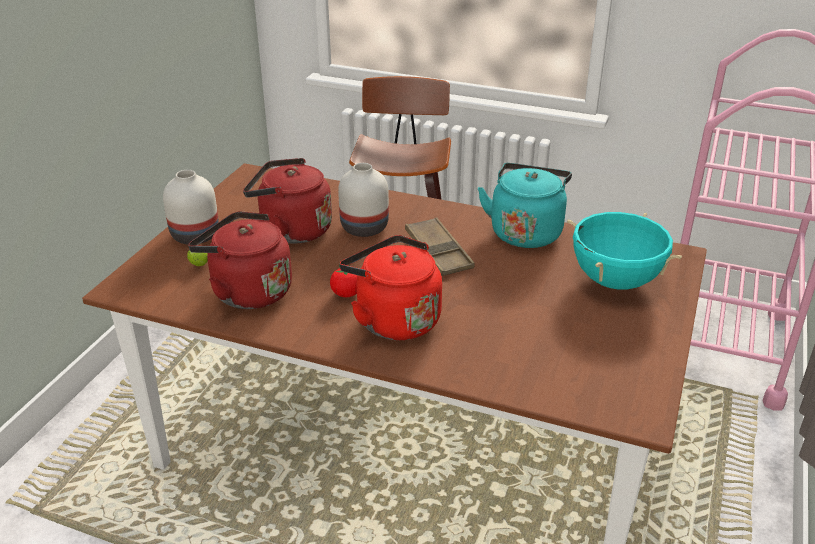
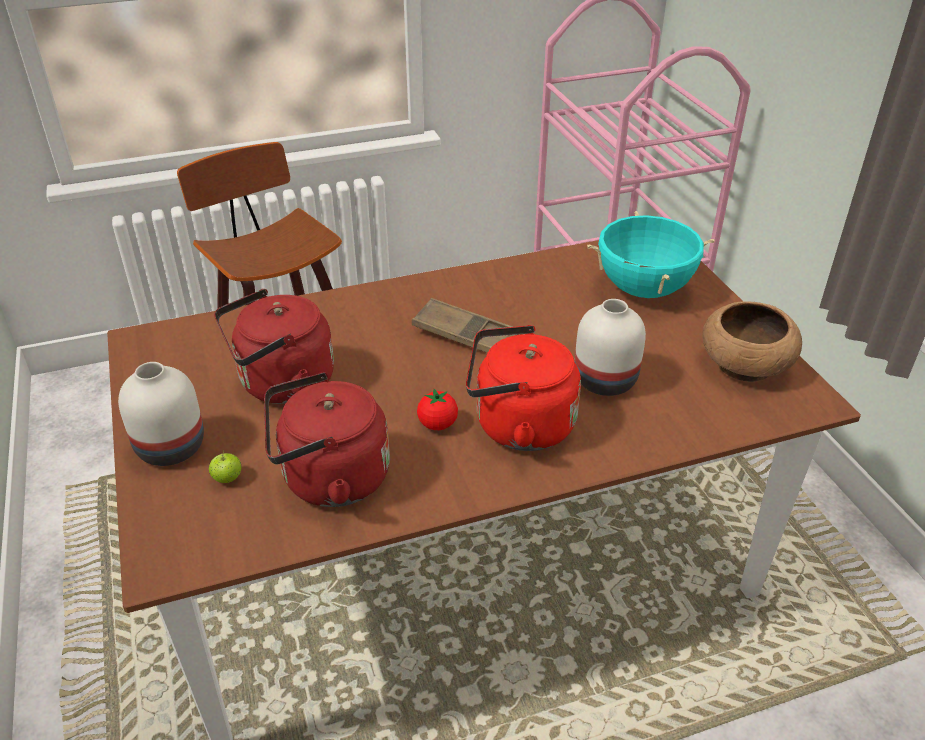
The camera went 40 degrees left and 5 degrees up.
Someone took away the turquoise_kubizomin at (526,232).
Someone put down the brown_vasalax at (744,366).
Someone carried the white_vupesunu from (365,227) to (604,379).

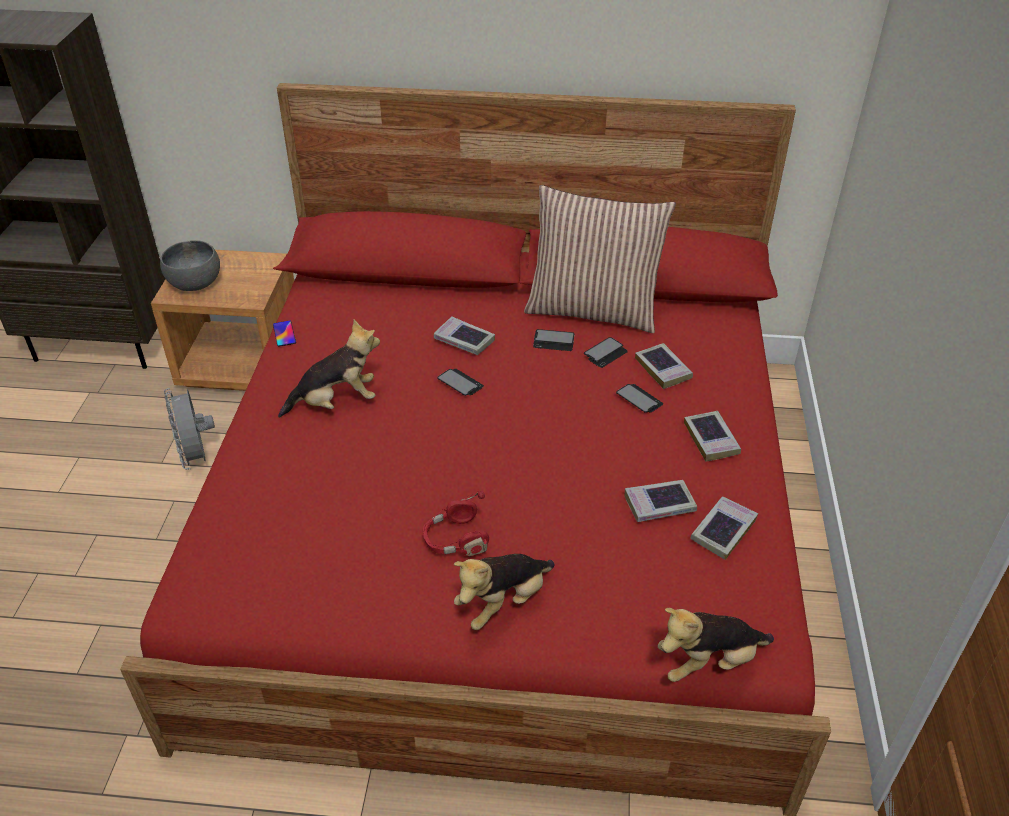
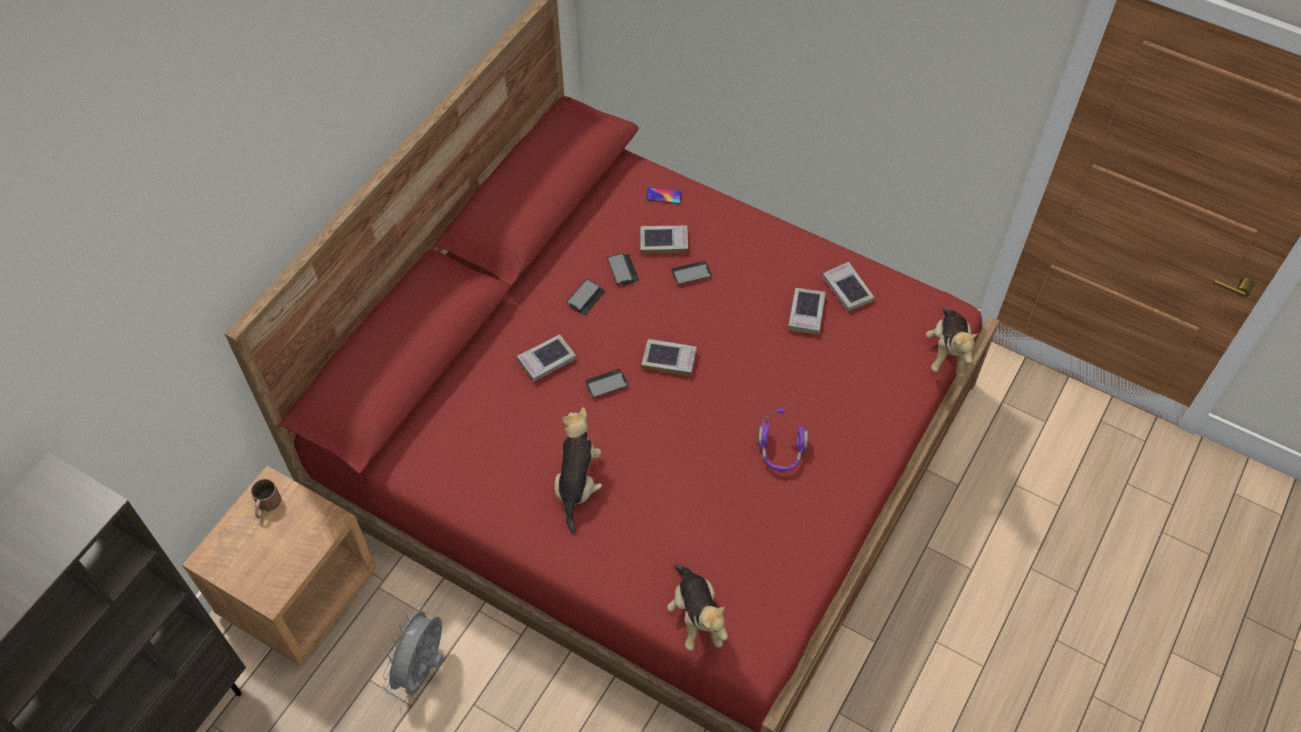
The camera went 65 degrees left and 15 degrees up.
Someone took away the grey_vasalax at (195,282).
Someone took away the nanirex at (593,310).
Someone put down the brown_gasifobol at (266,506).
Someone carried the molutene from (284,334) to (664,196).
Someone carried the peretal from (503,602) to (696,617).
Someone carried the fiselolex from (711,439) to (669,359).
Someone repainted the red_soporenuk at (455,540), which became the purple_soporenuk at (781,452).
Someone rotated the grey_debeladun at (197,457) by 105 degrees clockwise.

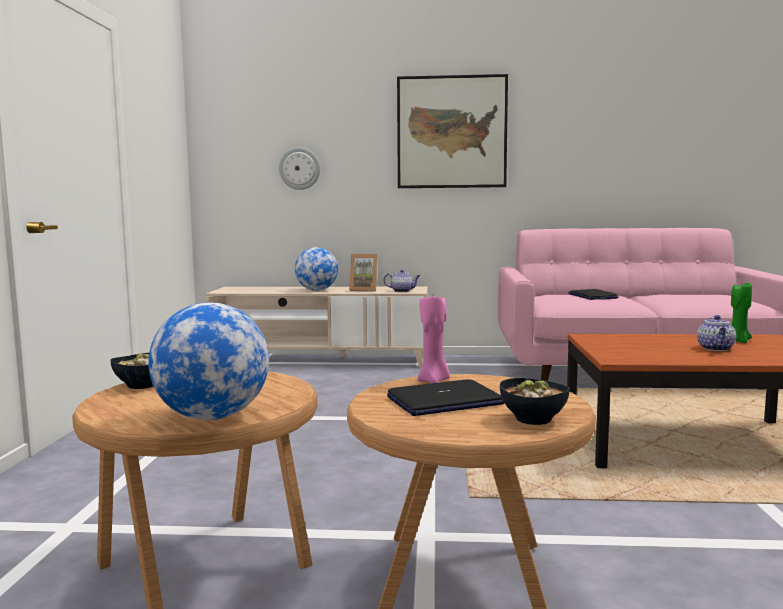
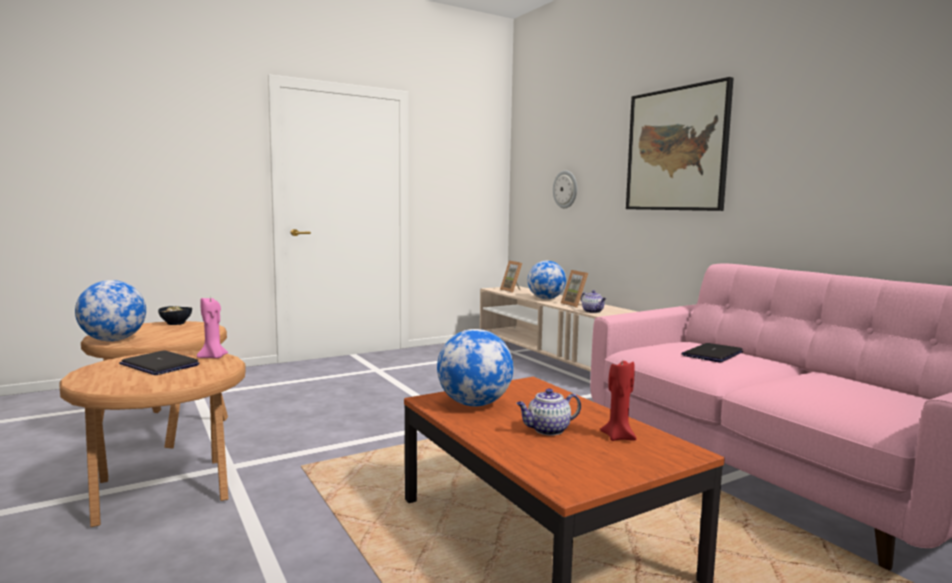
The camera went 55 degrees right and 0 degrees up.
Someone took away the vasalax at (533,419).
Someone put down the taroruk at (474,404).
Someone put down the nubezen at (513,290).
Someone repainted the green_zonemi at (737,341), which became the red_zonemi at (618,437).

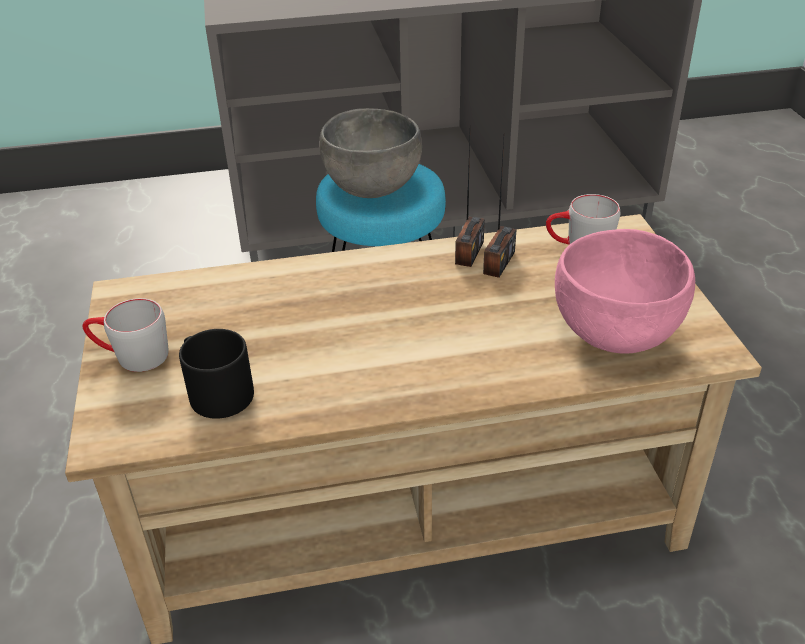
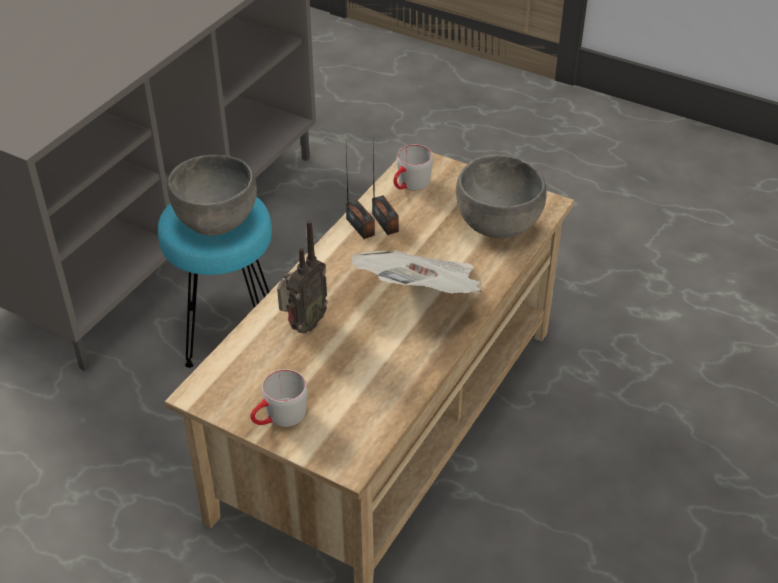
The camera went 50 degrees left and 5 degrees up.
Someone took away the black_gasifobol at (214,391).
Someone put down the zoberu at (303,326).
Someone put down the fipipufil at (422,297).
Someone repainted the pink_vasalax at (614,335), which became the grey_vasalax at (496,226).

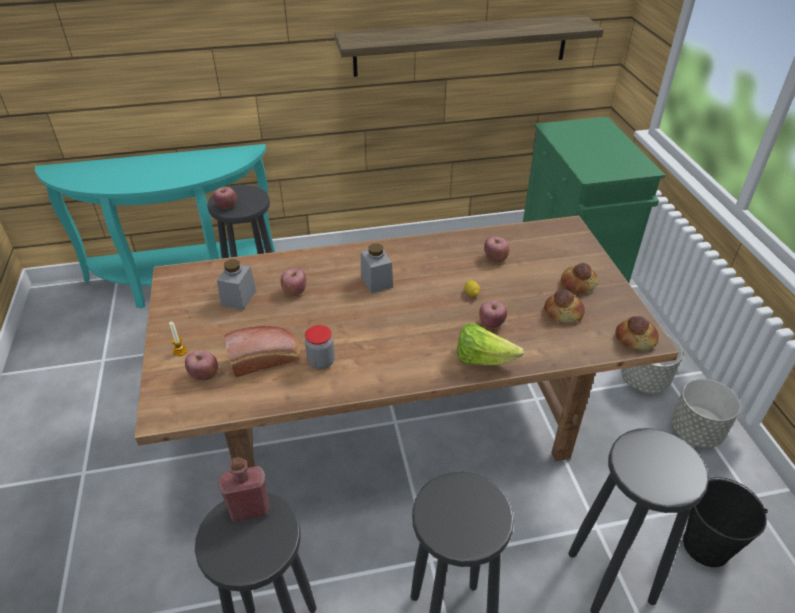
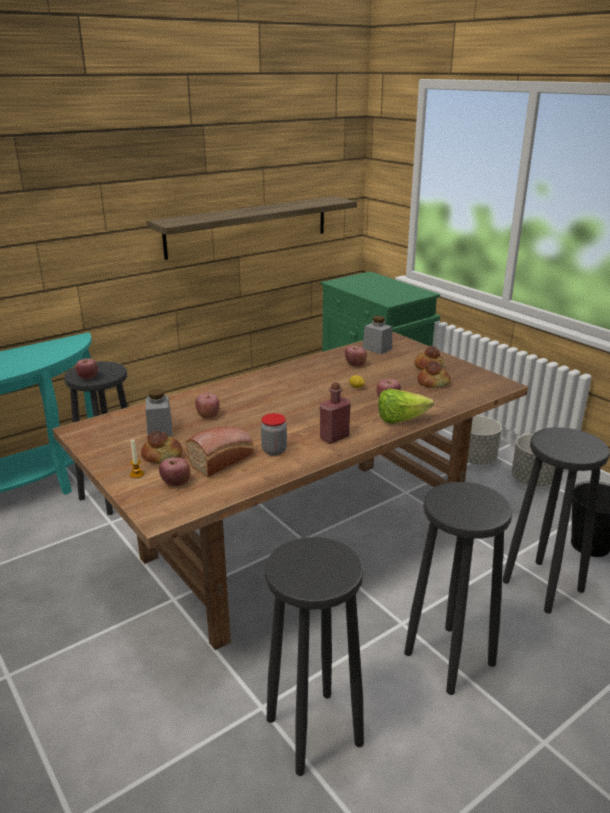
The camera went 25 degrees left and 15 degrees down.
Someone carried the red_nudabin from (250,509) to (334,437).
Someone carried the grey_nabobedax from (376,281) to (377,349).
Someone carried the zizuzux from (635,338) to (162,455).

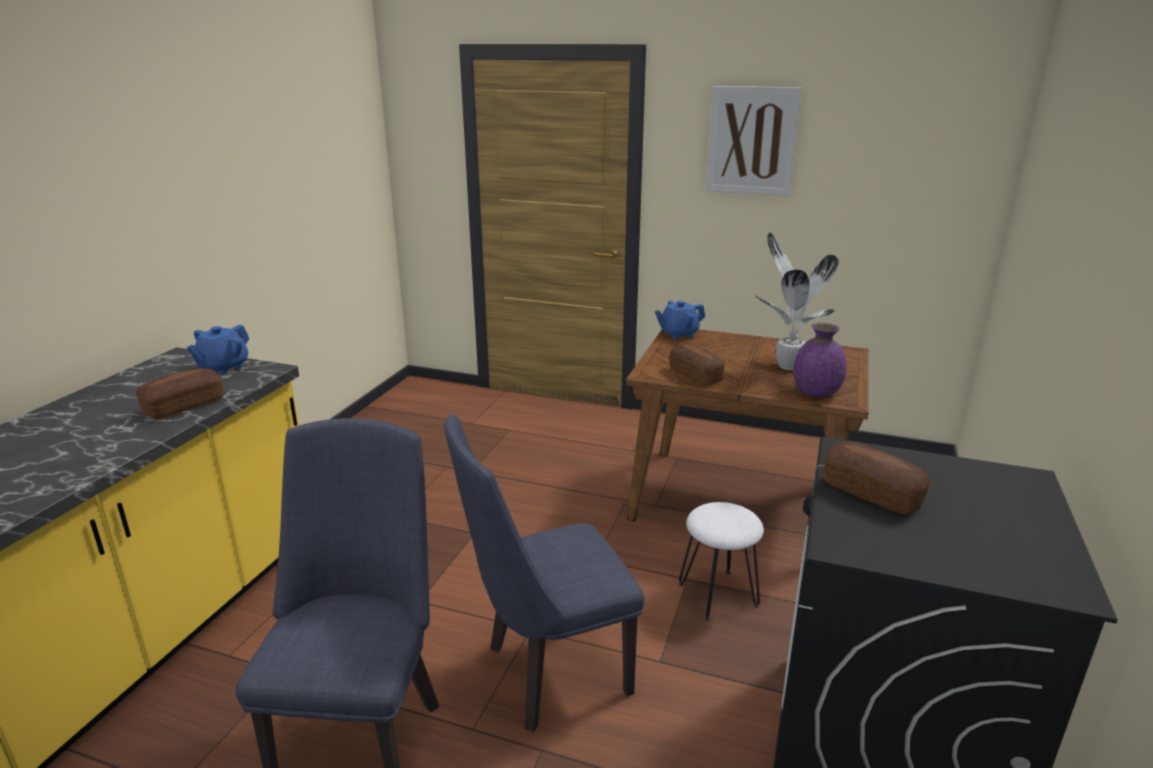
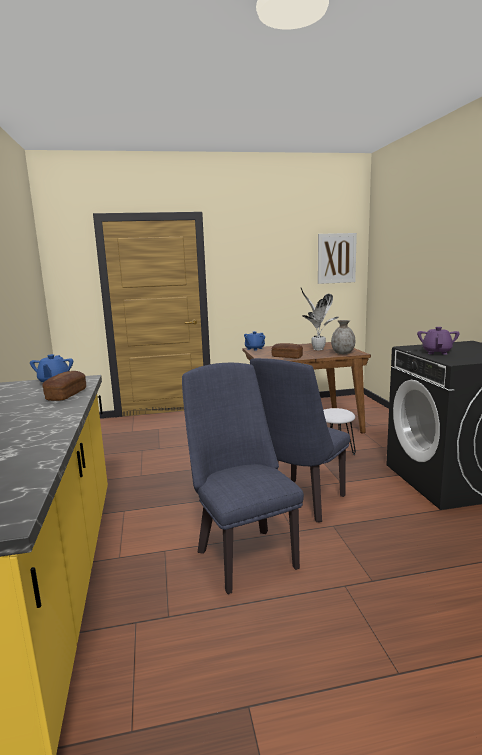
The camera went 30 degrees left and 10 degrees down.
Someone carried the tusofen from (752,141) to (336,258).
Someone swapped the zizuzux at (871,493) for the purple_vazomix at (436,352).
Someone repainted the purple_vupesunu at (816,393), which became the grey_vupesunu at (343,353).

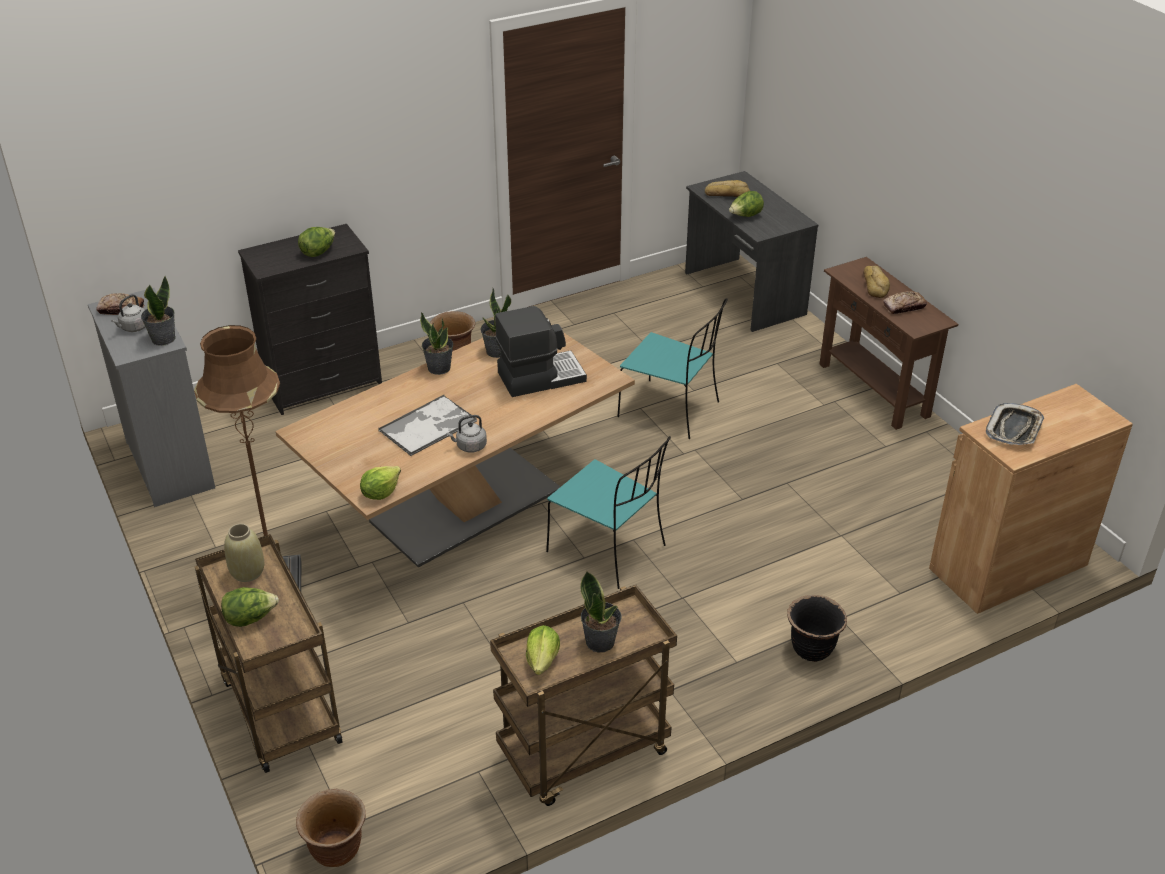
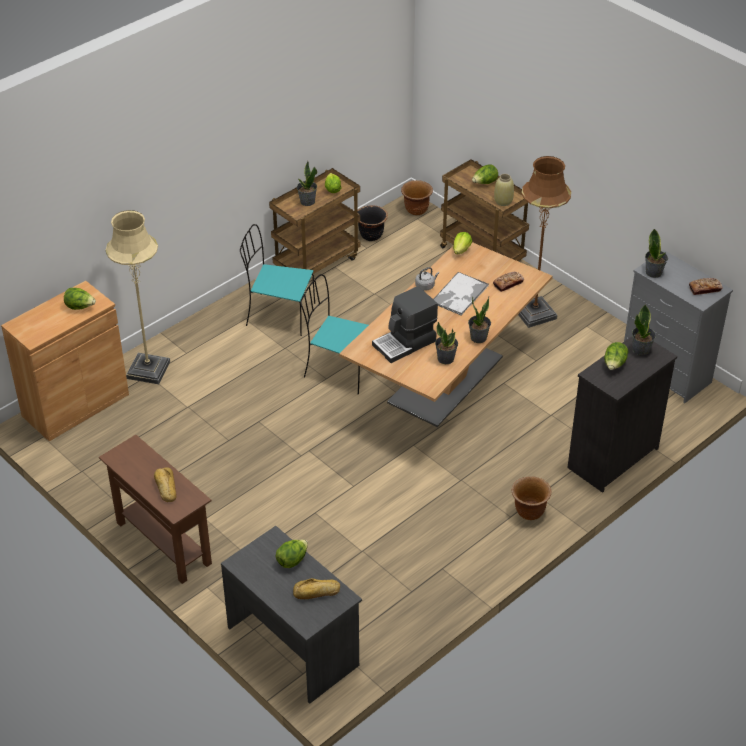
The camera went 165 degrees right and 5 degrees up.
Someone took away the grey_kubizomin at (133,328).
Someone put down the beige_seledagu at (148,370).
Someone put down the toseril at (641,350).
Someone carried the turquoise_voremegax from (671,410) to (278,314).
Someone carried the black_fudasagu from (811,649) to (371,235).
Someone carried the zizuzux from (904,307) to (508,283).
Someone swapped the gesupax at (1014,429) for the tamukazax at (80,307).

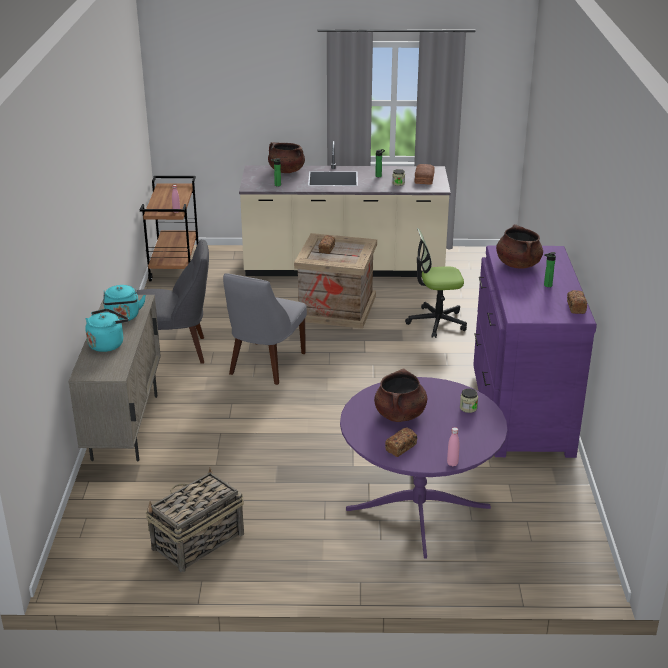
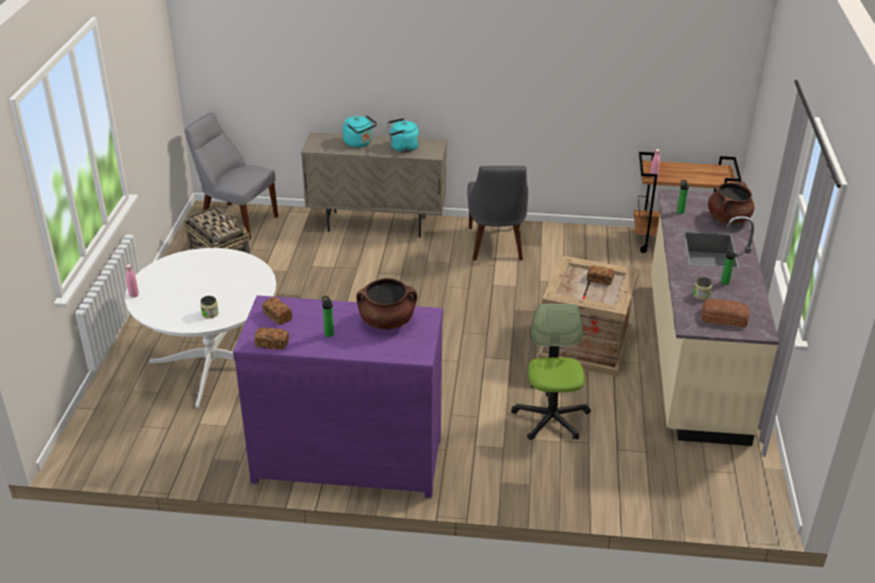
The camera went 95 degrees right and 5 degrees up.
Someone took away the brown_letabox at (400,415).
Someone carried the grey_voremegax from (265,365) to (236,220).
Someone carried the zizuzux from (401,448) to (277,316).
Someone repainted the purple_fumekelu at (418,509), which became the white_fumekelu at (212,365).

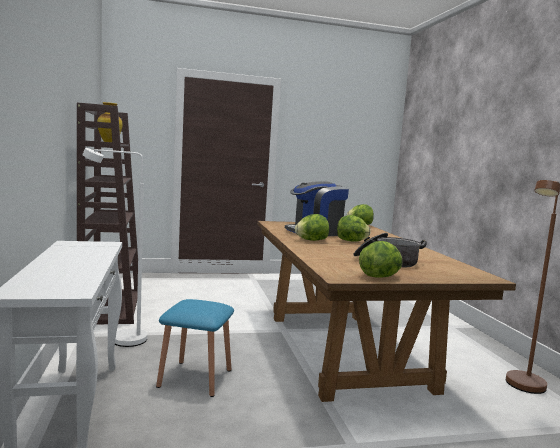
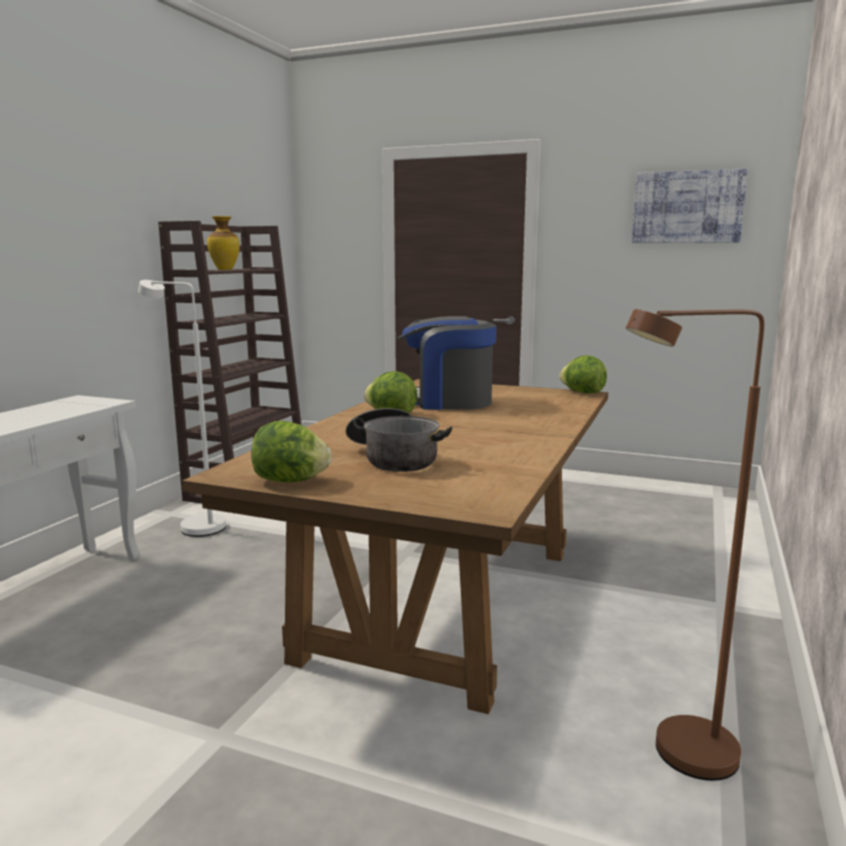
The camera went 35 degrees right and 5 degrees up.
Someone took away the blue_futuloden at (195,378).
Someone took away the tamukazax at (351,241).
Someone put up the tusofen at (687,207).

